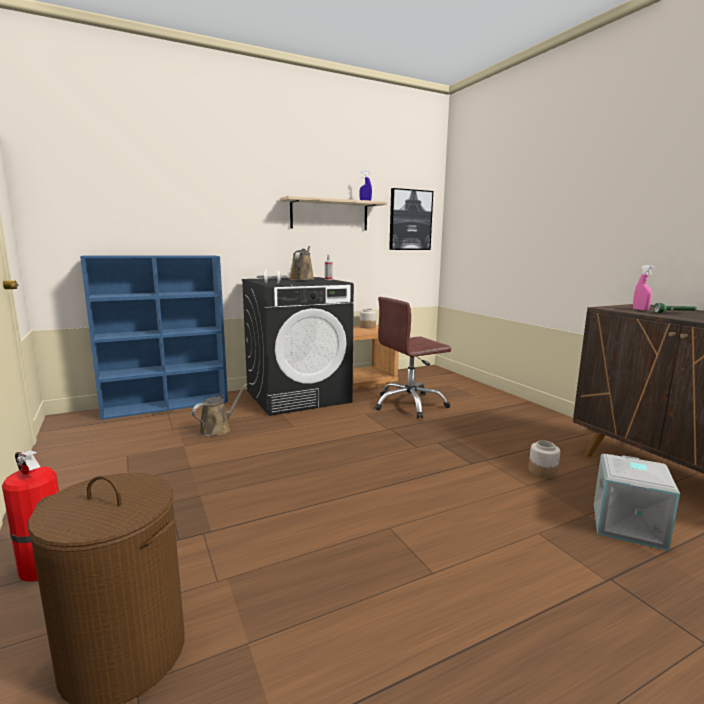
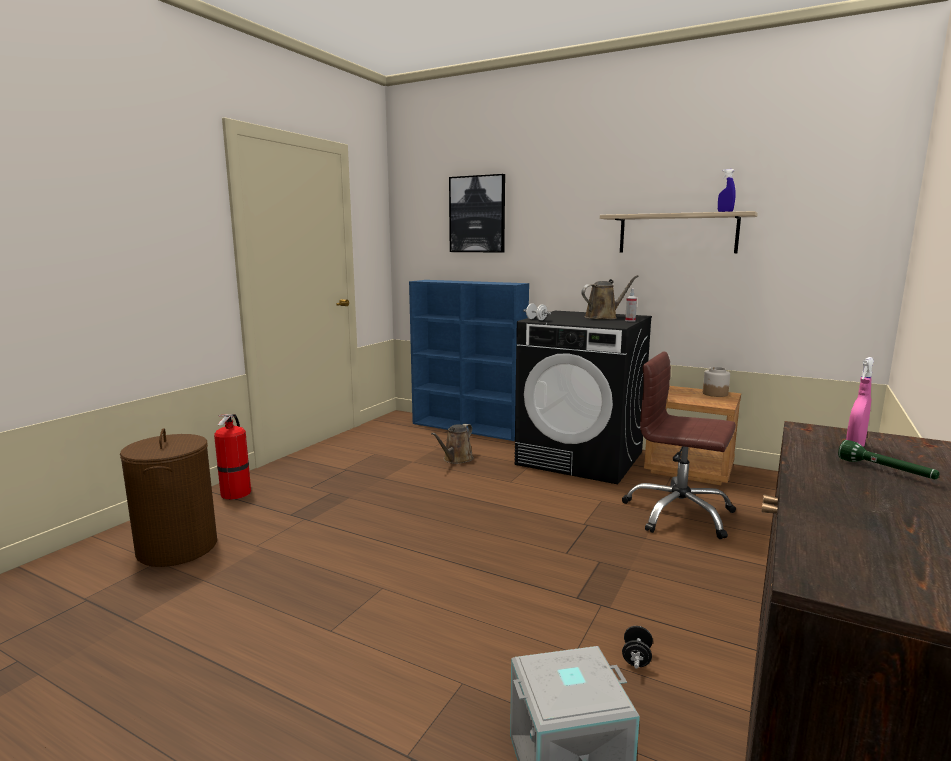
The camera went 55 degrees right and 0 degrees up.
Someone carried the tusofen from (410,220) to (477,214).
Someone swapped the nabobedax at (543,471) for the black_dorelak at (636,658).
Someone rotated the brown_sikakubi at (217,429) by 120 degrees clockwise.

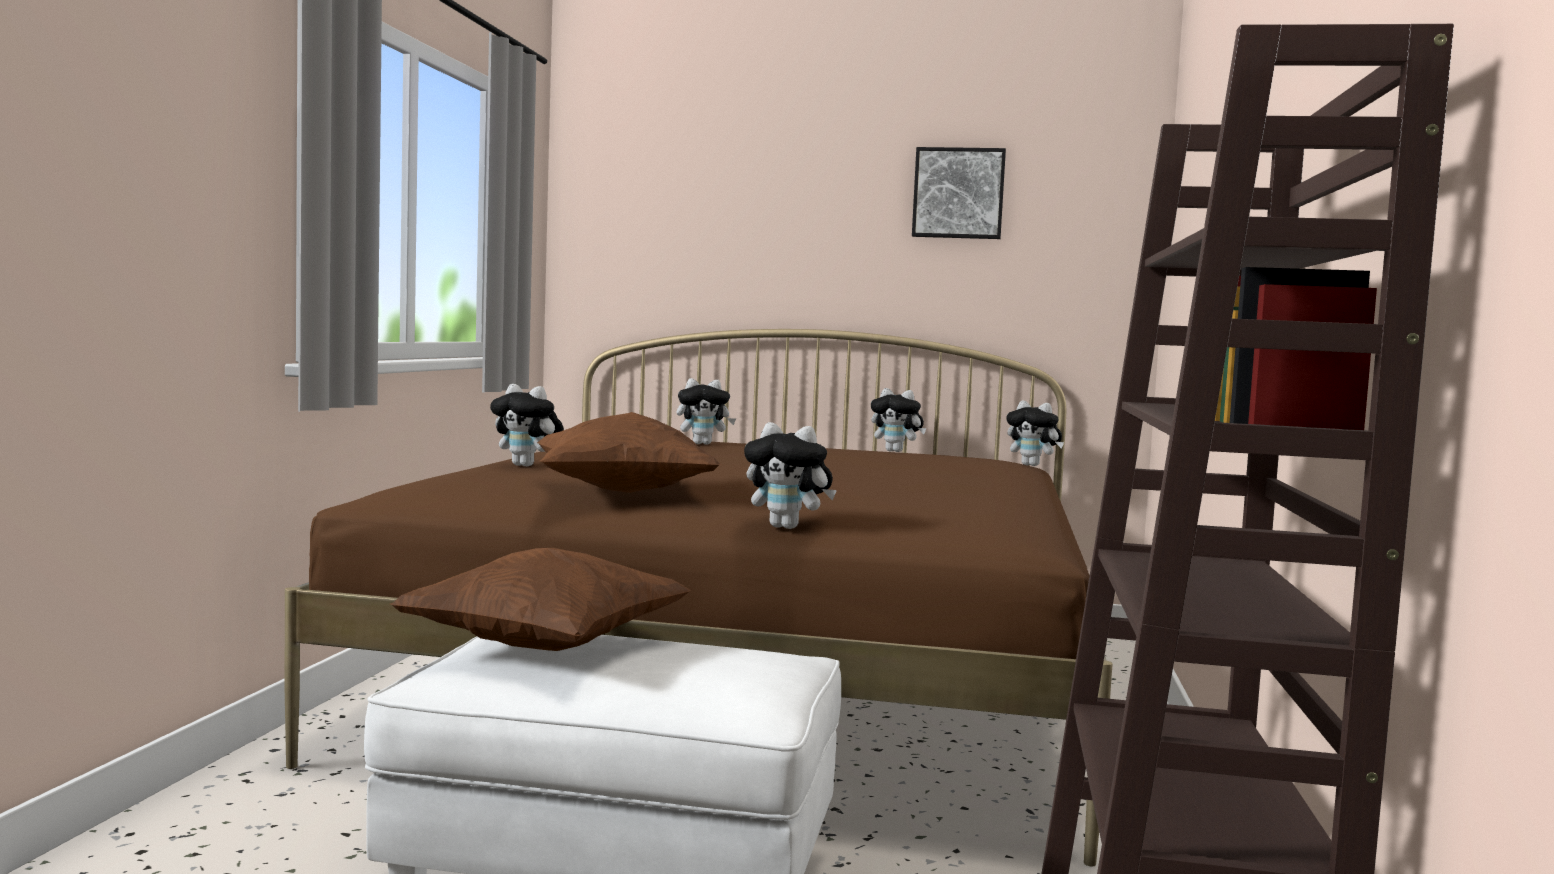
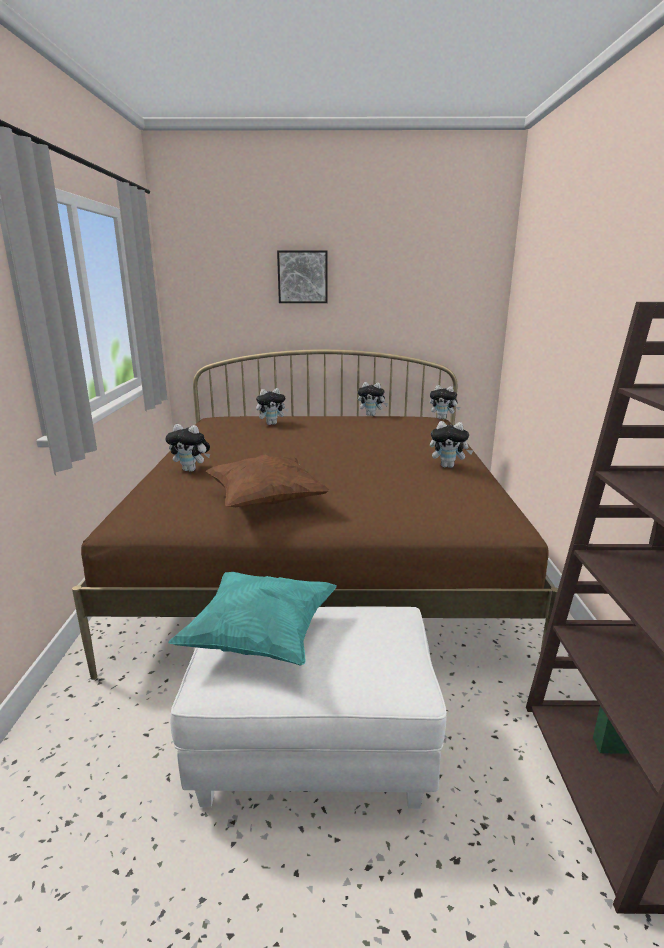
The camera went 10 degrees left and 15 degrees up.
Someone carried the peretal from (788,527) to (448,466).
Someone carried the tusofen from (958,193) to (303,277).
Someone repainted the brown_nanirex at (545,647), which became the turquoise_nanirex at (260,637).

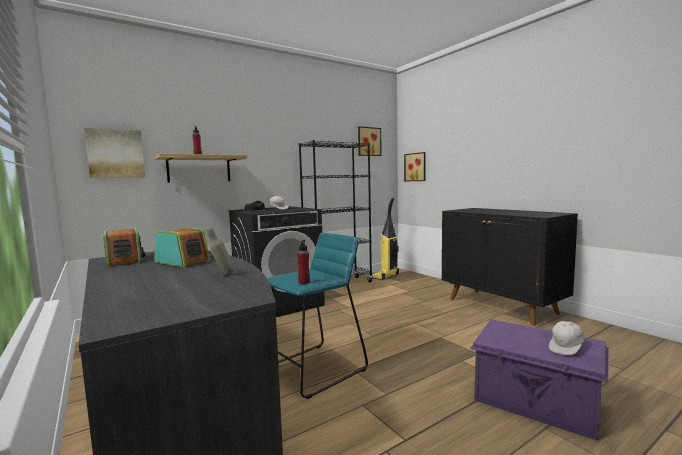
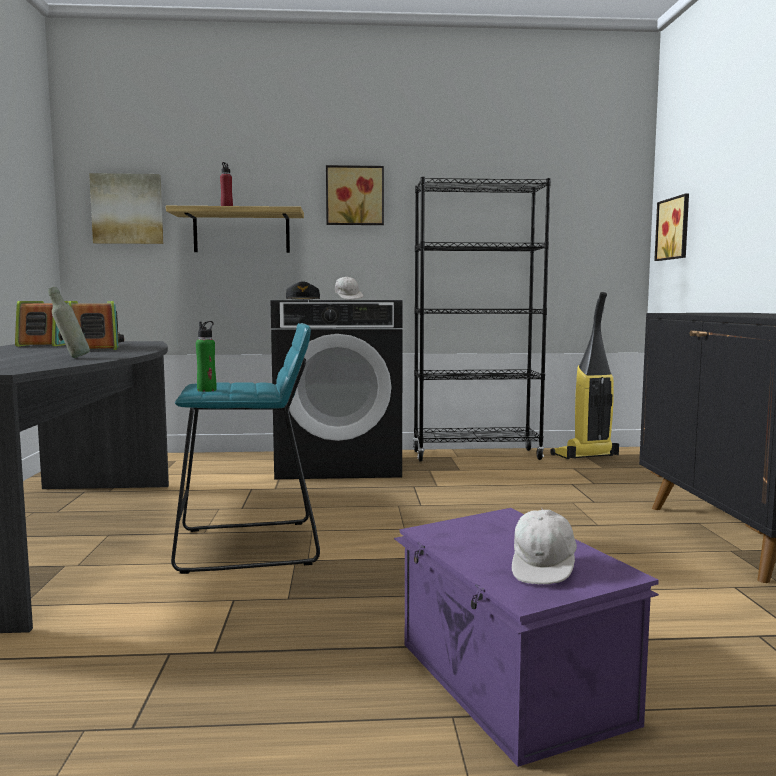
The camera went 30 degrees right and 0 degrees up.
Someone carried the tusofen from (368,141) to (354,196).
Someone repainted the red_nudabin at (304,282), which became the green_nudabin at (207,390).
Someone rotated the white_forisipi at (566,348) by 60 degrees counterclockwise.

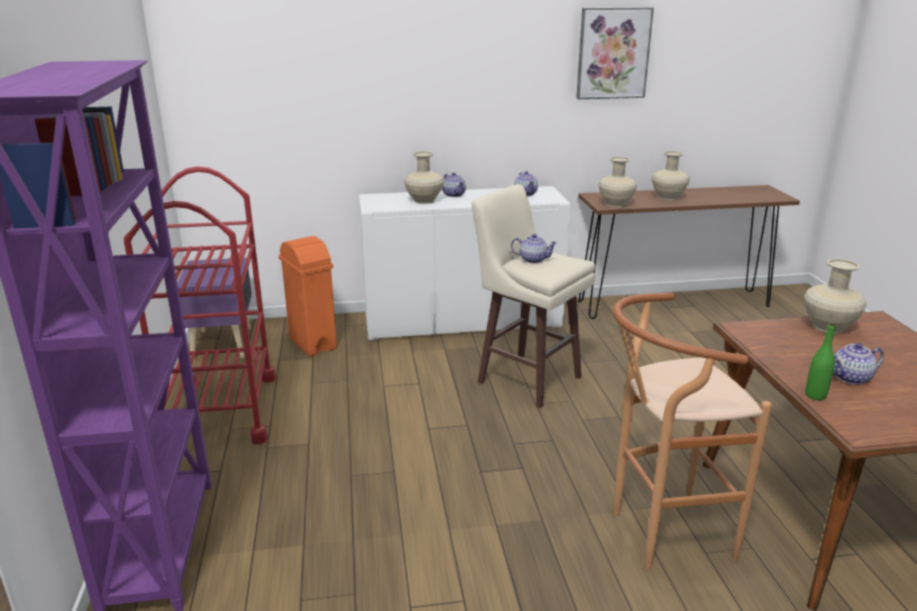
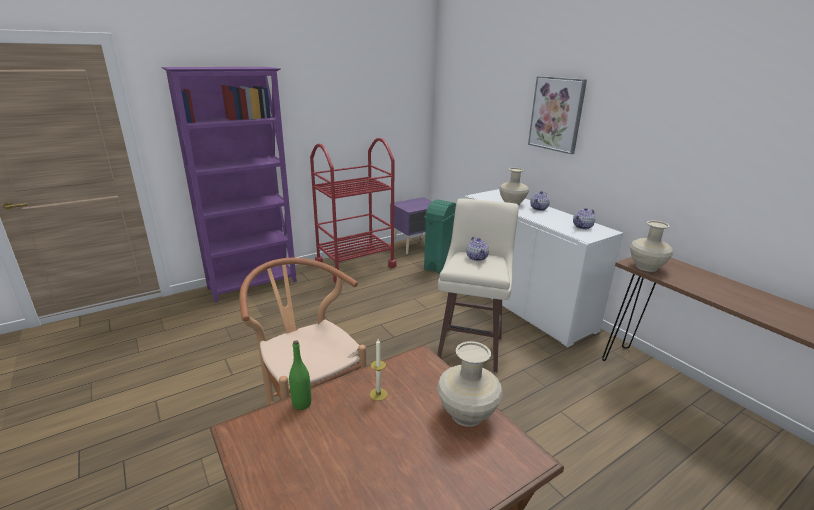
The camera went 65 degrees right and 0 degrees up.
Someone took away the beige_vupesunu at (668,197).
Someone took away the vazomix at (851,378).
Someone put down the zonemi at (378,394).
Someone carried the tusofen from (613,53) to (556,114).
Someone repainted the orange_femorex at (313,344), which became the green_femorex at (438,266).

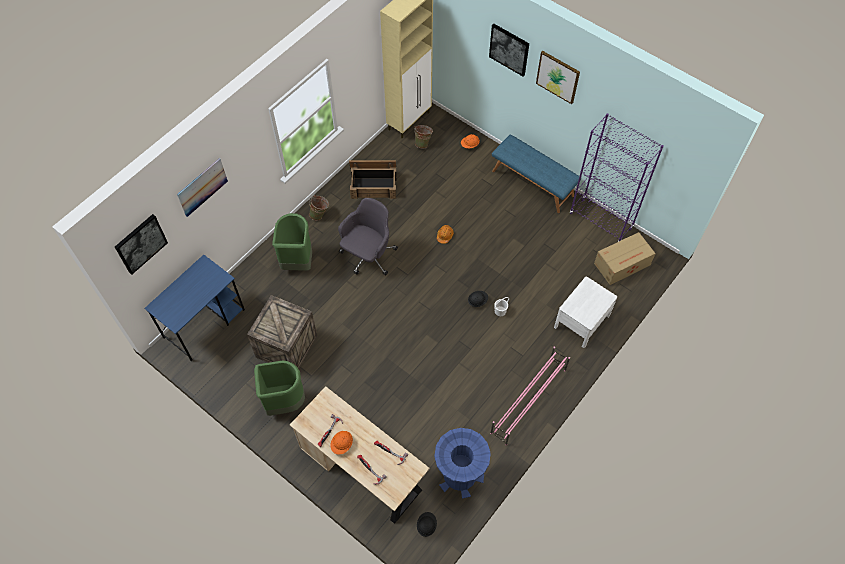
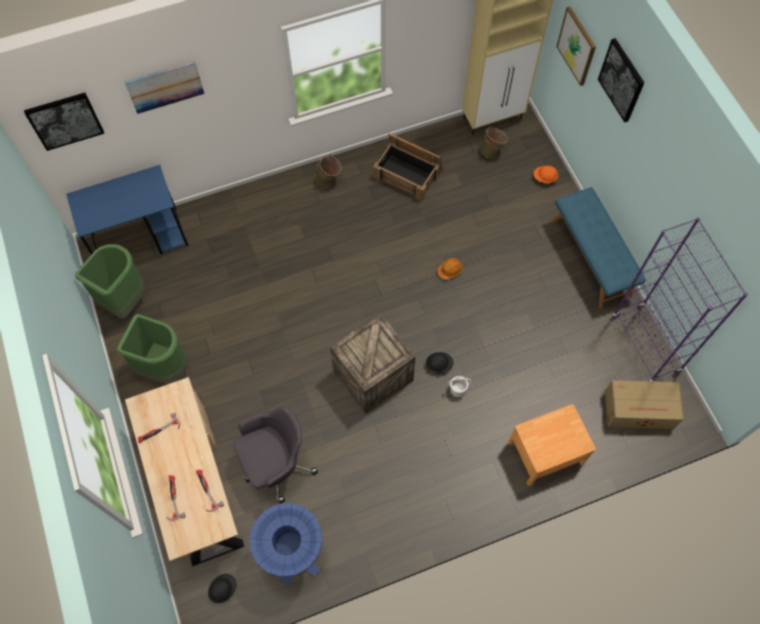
The camera went 30 degrees right and 5 degrees up.
Someone took away the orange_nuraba at (342,445).
Someone took away the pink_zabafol at (528,401).
Someone carried the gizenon from (286,345) to (373,374).
Someone carried the green_femorex from (297,261) to (125,300).
Someone carried the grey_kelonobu from (368,256) to (276,464).
Someone carried the tusofen from (558,77) to (576,46).
Someone repainted the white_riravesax at (581,321), which became the brown_riravesax at (545,453).

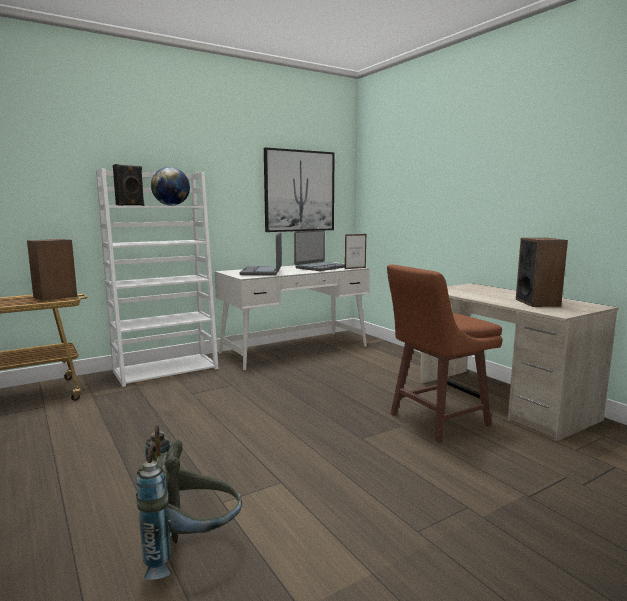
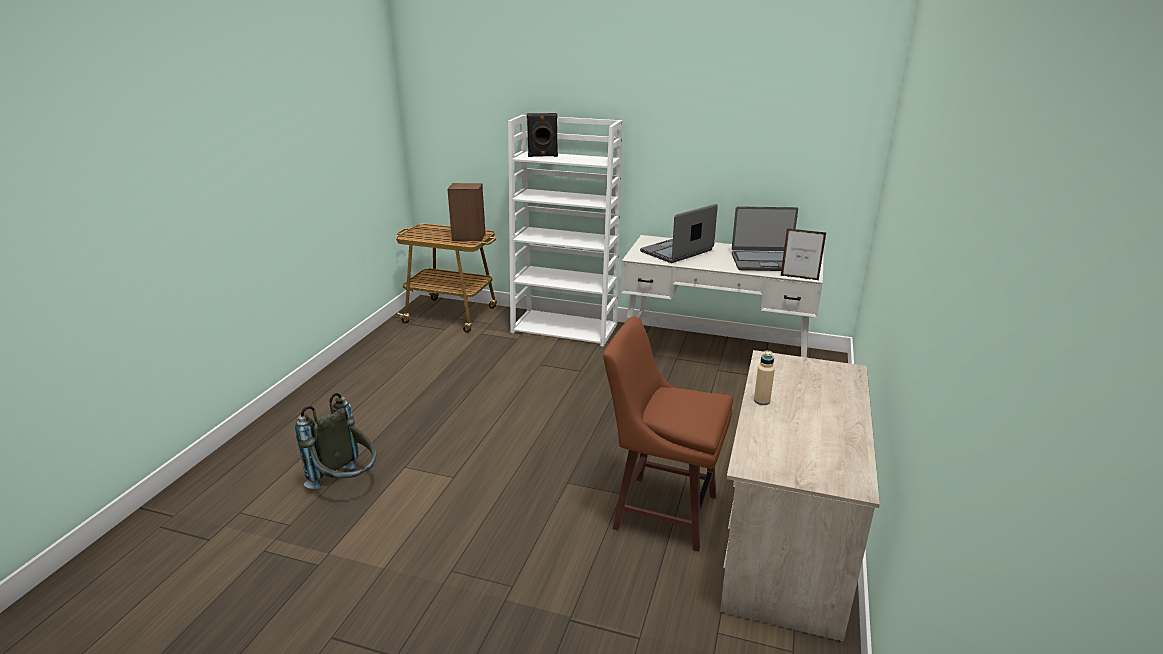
The camera went 50 degrees right and 15 degrees up.
Someone took away the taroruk at (171,205).
Someone took away the tusofen at (299,191).
Someone took away the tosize at (537,303).
Someone put down the beige_nudabin at (761,401).

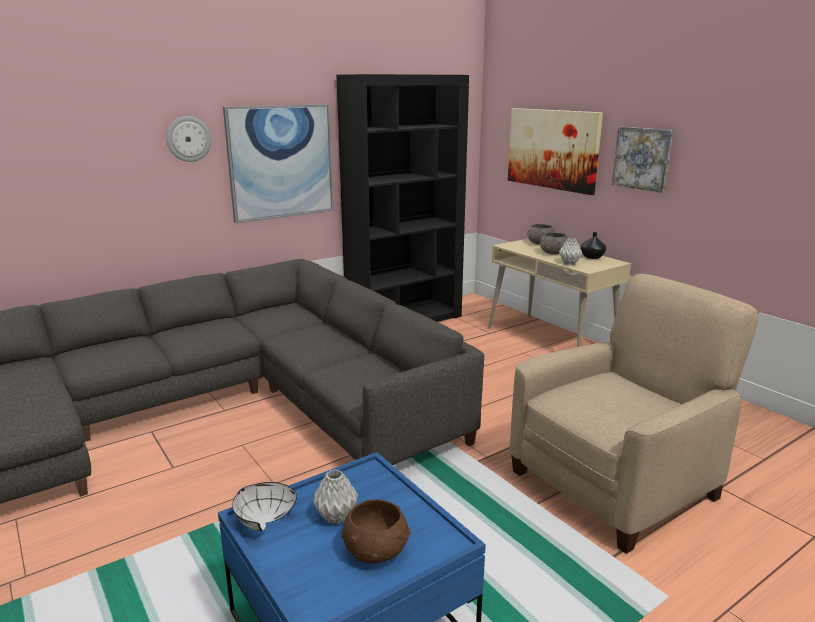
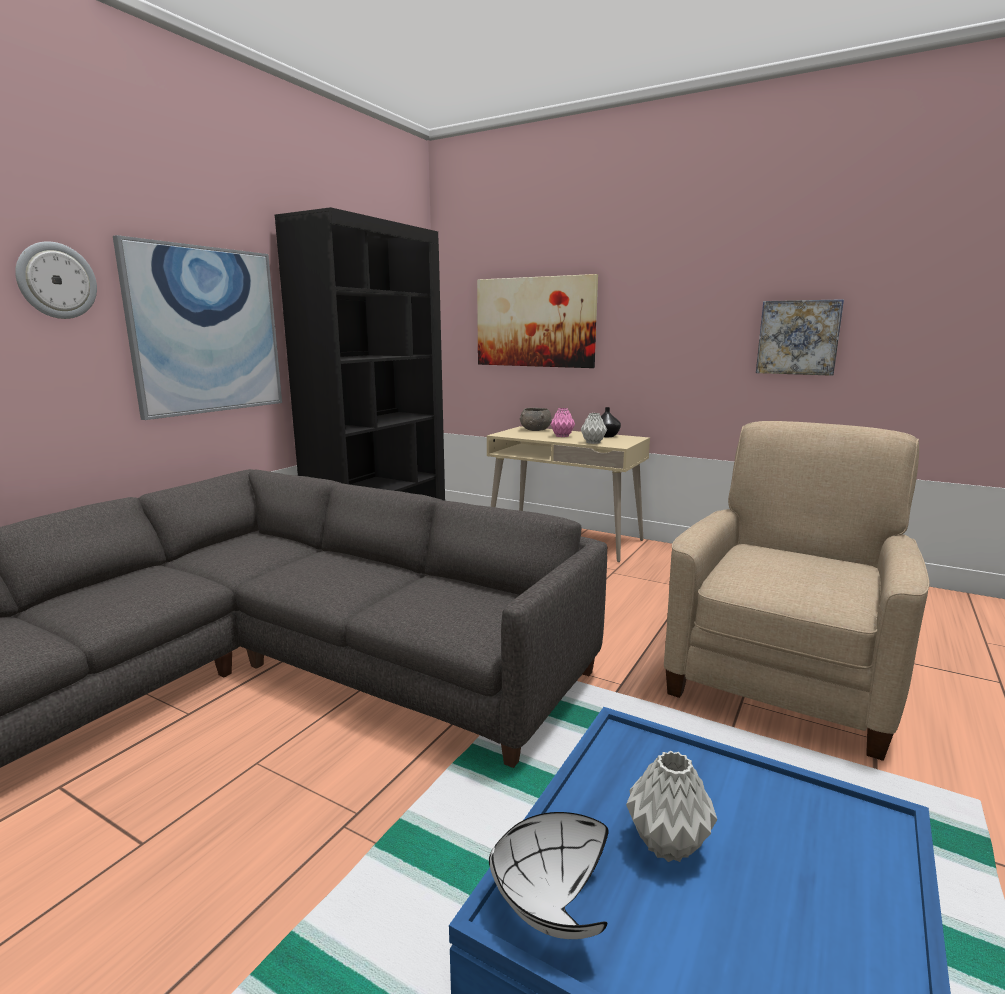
The camera went 25 degrees left and 5 degrees down.
Someone took away the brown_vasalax at (377,551).
Someone carried the tusofen from (642,158) to (798,337).
Someone swapped the grey_vasalax at (553,253) for the pink_vupesunu at (562,436).

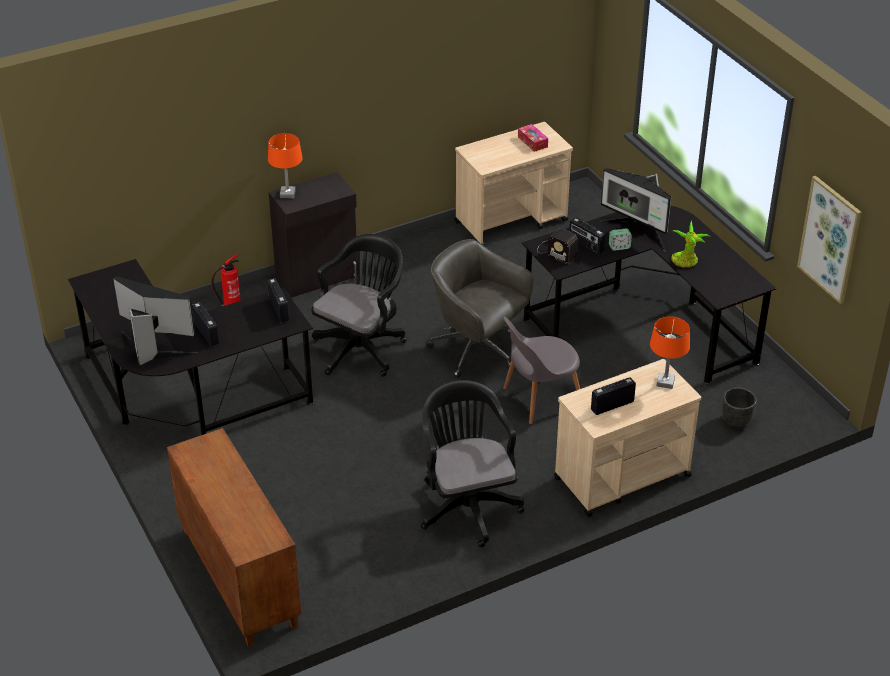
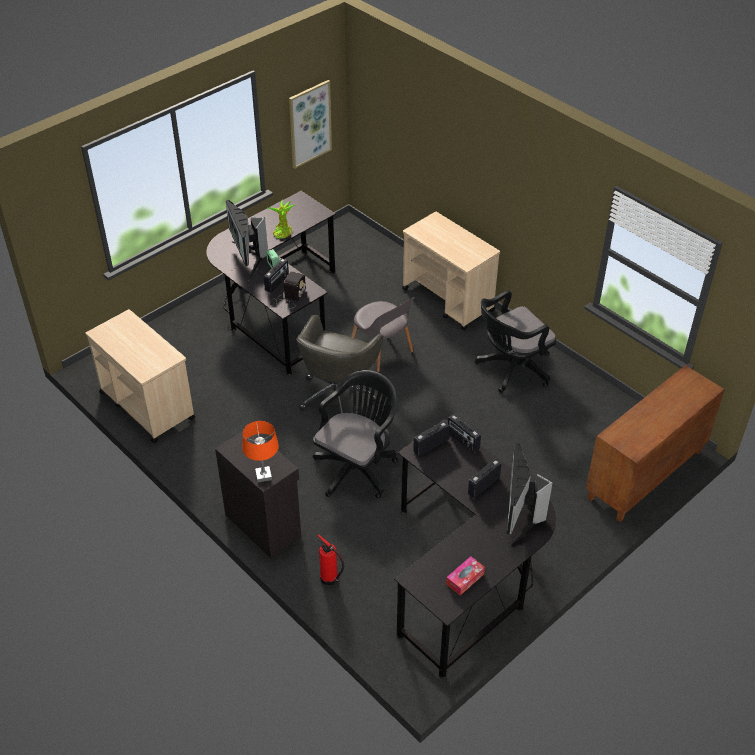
The camera went 105 degrees left and 5 degrees up.
Someone took away the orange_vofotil at (665,382).
Someone took away the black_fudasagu at (735,421).
Someone carried the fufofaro from (532,142) to (465,579).
Someone carried the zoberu from (612,405) to (462,441).
Someone rotated the black_kelonobu at (362,347) by 105 degrees clockwise.
Someone rotated the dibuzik at (638,231) by 135 degrees clockwise.

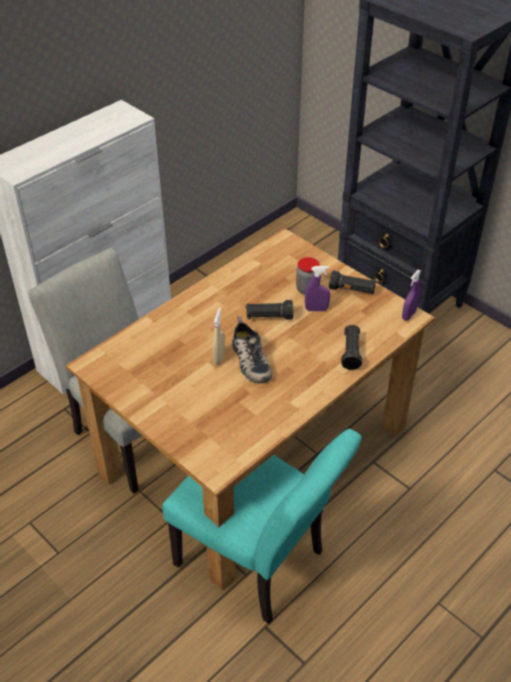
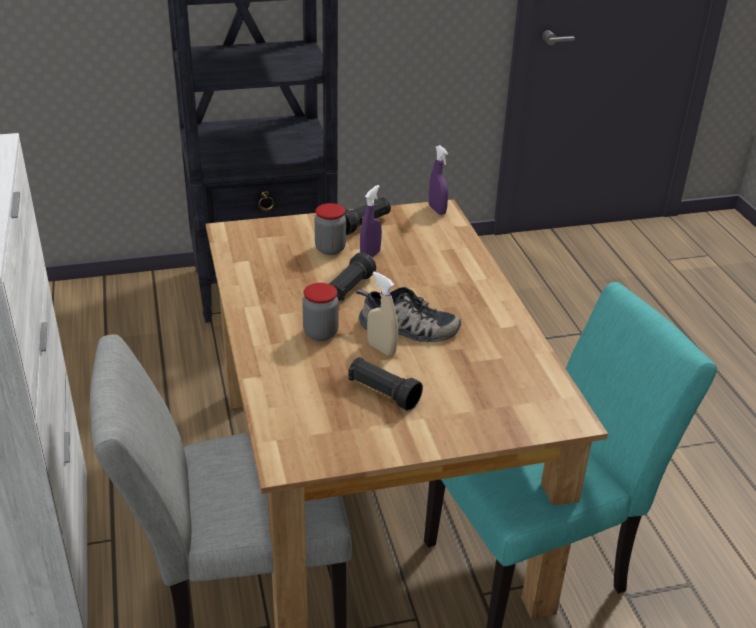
The camera went 60 degrees left and 10 degrees down.
Someone put down the nabobedax at (320,333).
Someone carried the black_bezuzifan from (351,353) to (383,393).

